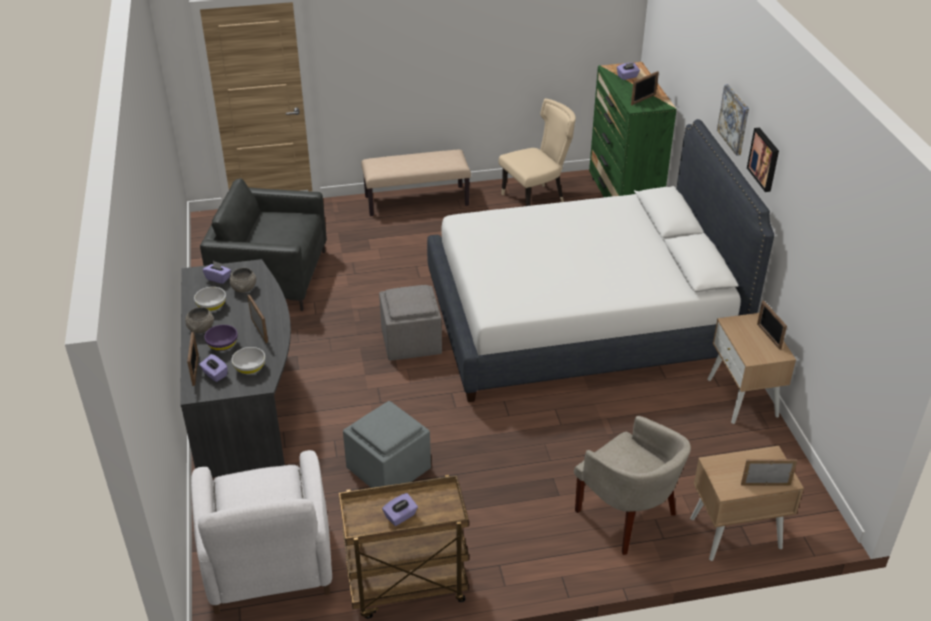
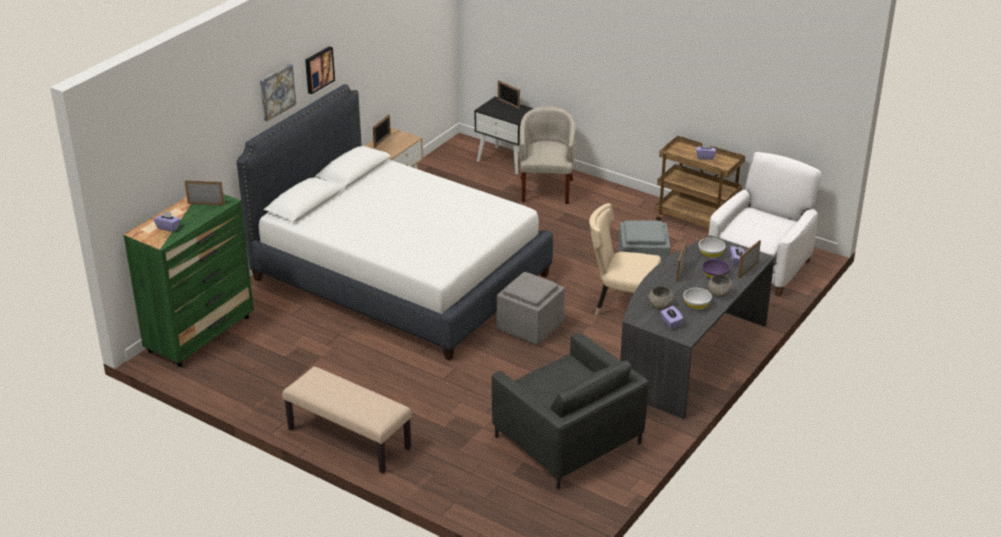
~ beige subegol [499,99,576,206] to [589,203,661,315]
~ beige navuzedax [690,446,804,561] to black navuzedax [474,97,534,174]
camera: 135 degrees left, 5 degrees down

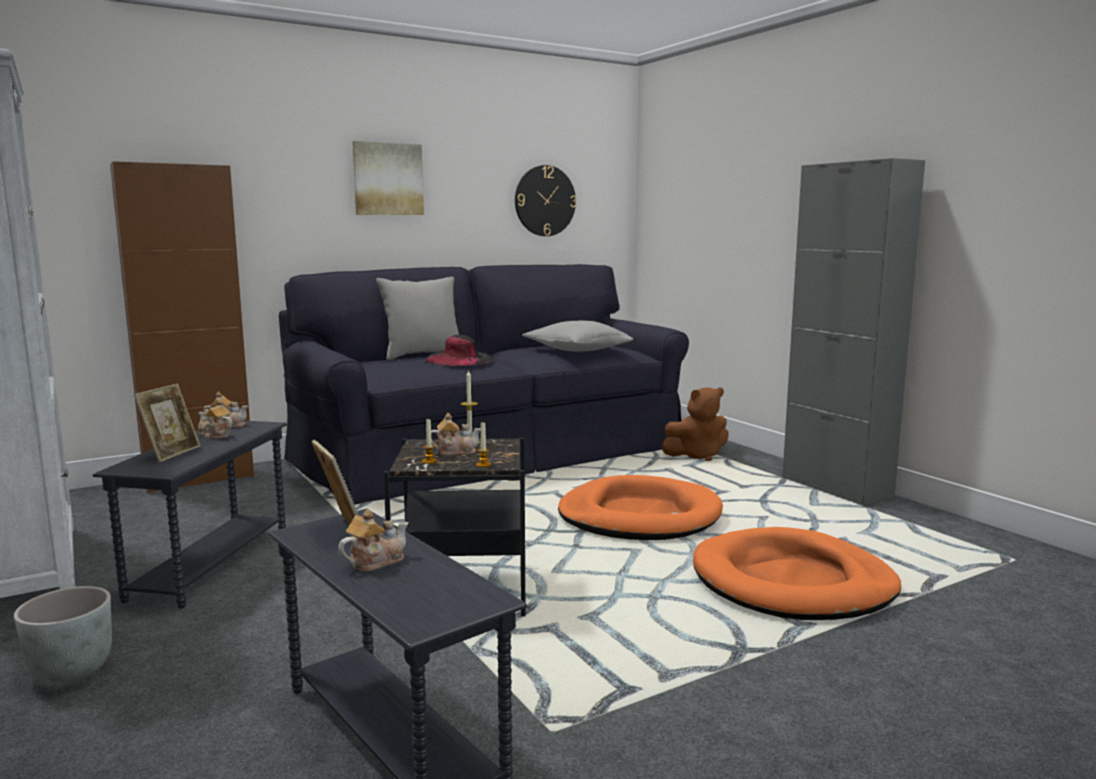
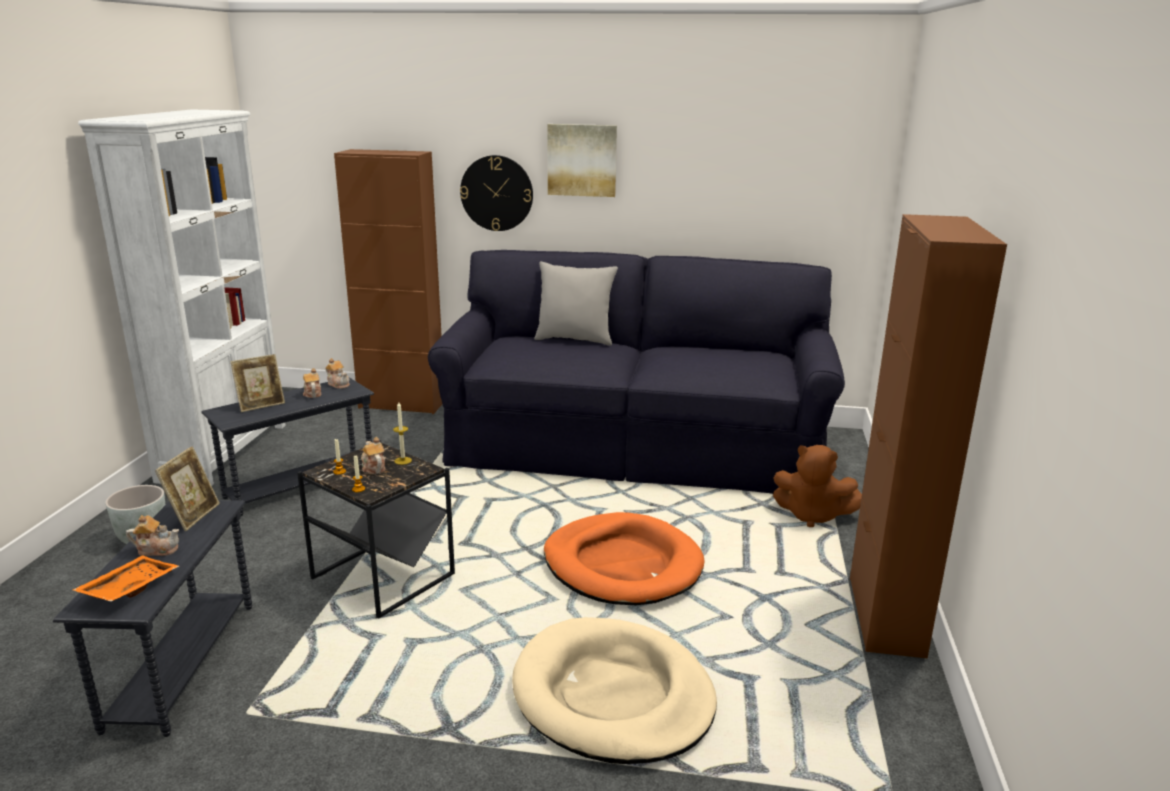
- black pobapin [426,335,494,366]
- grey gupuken [522,321,633,352]
+ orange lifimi [73,555,179,602]
~ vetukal [515,165,577,236] to [460,155,533,231]
~ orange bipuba [693,527,901,620] to beige bipuba [512,617,717,764]
~ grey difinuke [782,158,925,506] to brown difinuke [850,214,1007,658]
~ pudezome [431,413,481,456] = [361,437,386,474] 150 degrees counterclockwise
camera: 40 degrees right, 10 degrees up

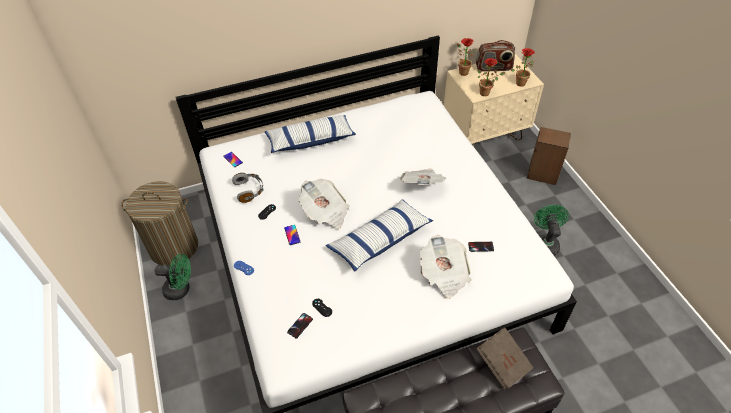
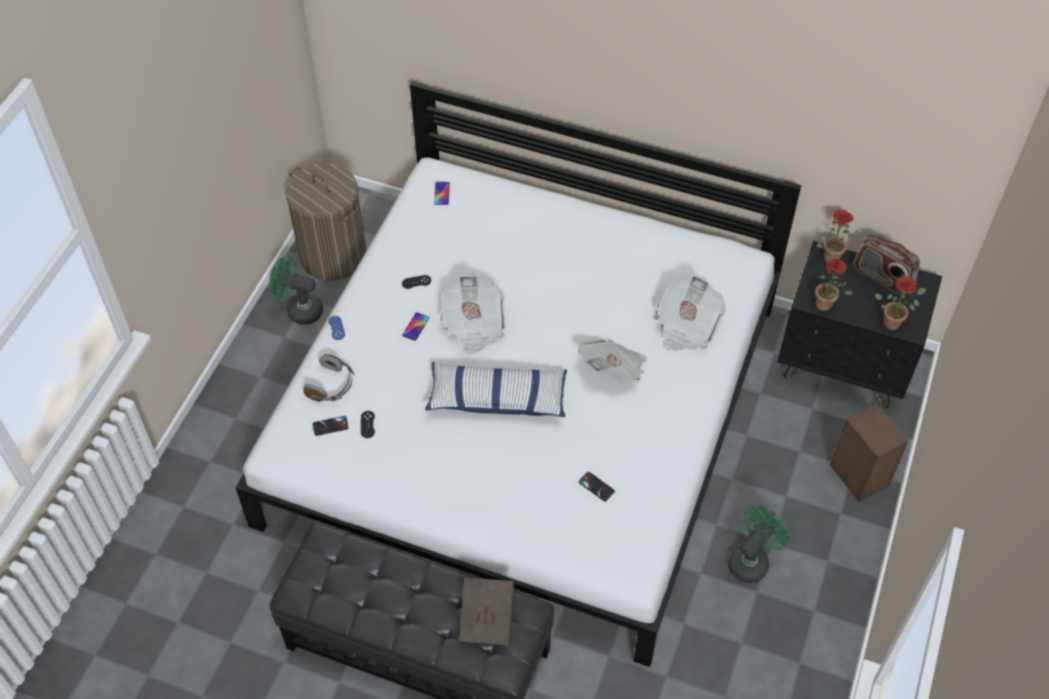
- gupuken [265,115,356,153]
~ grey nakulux [232,173,264,203] to [303,354,355,402]
~ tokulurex [420,235,472,299] to [657,275,725,351]
~ beige navuzedax [444,54,544,147] to black navuzedax [777,241,942,408]
~ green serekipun [155,254,191,300] = [269,256,323,325] 150 degrees clockwise
camera: 40 degrees right, 5 degrees up

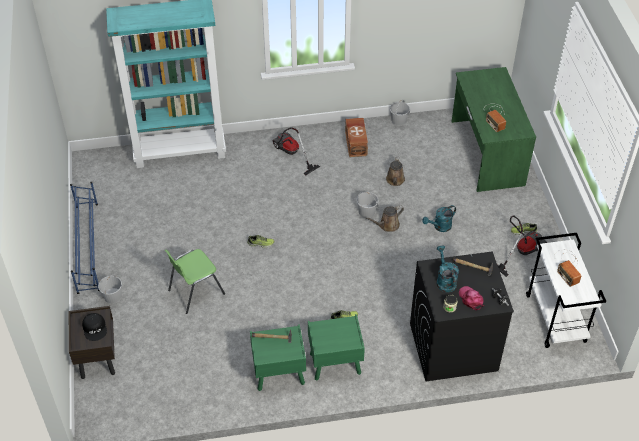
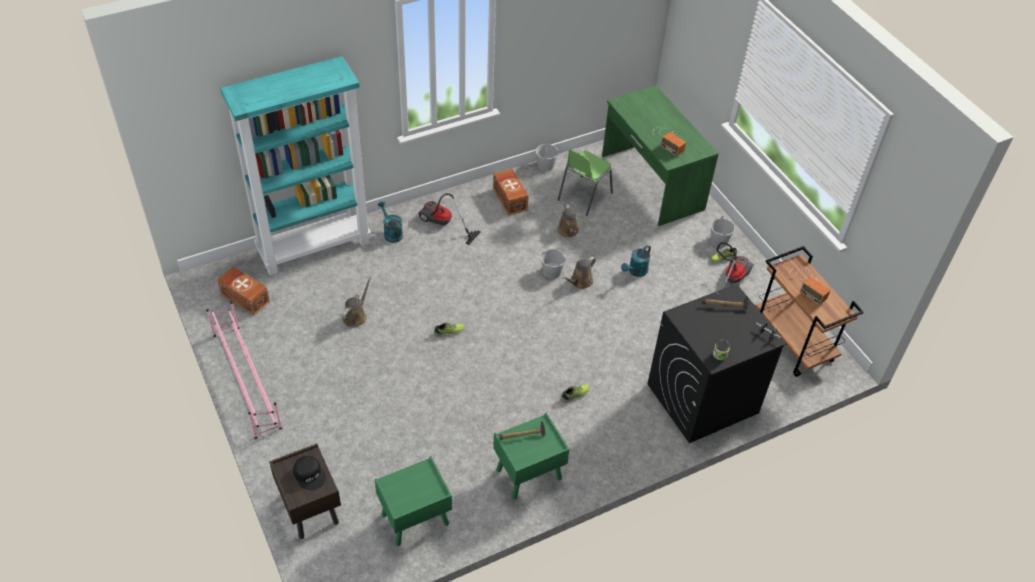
- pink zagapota [459,286,485,310]
+ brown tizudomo [217,266,270,316]
+ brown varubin [342,277,372,327]
~ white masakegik [98,275,122,304] to [710,216,735,247]
~ green subegol [165,249,225,314] to [558,149,613,216]
~ green navuzedax [308,314,365,381] to [374,456,452,546]
~ turquoise varubin [436,246,459,293] to [378,201,403,243]
~ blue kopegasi [70,181,99,294] to pink kopegasi [206,301,282,439]
~ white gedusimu [526,233,606,348] to brown gedusimu [755,246,864,377]
camera: 20 degrees left, 0 degrees up

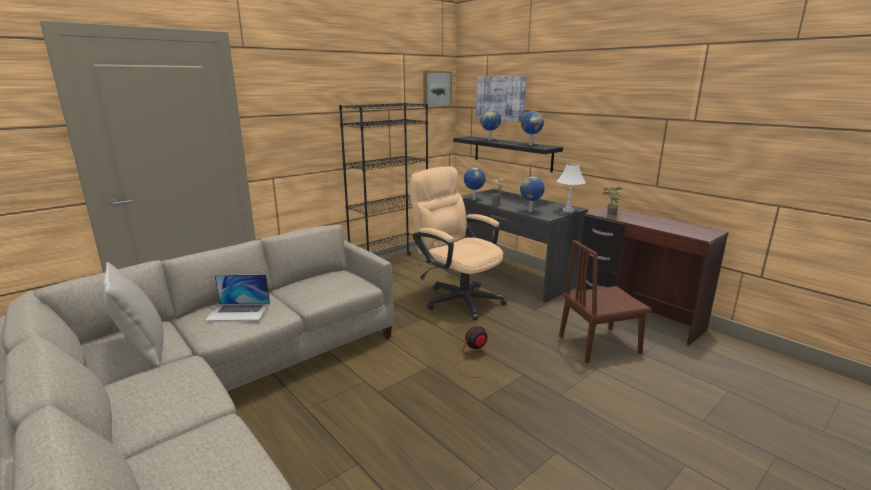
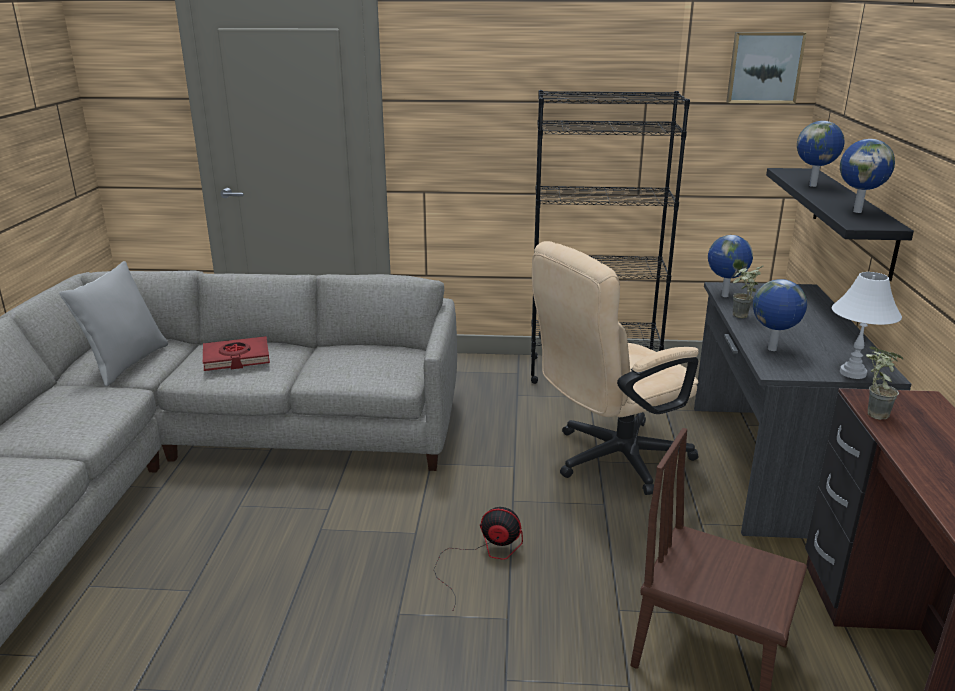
- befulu [476,76,527,122]
~ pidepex [205,275,270,321] to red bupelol [203,336,270,371]
~ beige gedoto [410,166,507,320] = [532,241,699,495] 120 degrees counterclockwise
camera: 45 degrees right, 5 degrees up

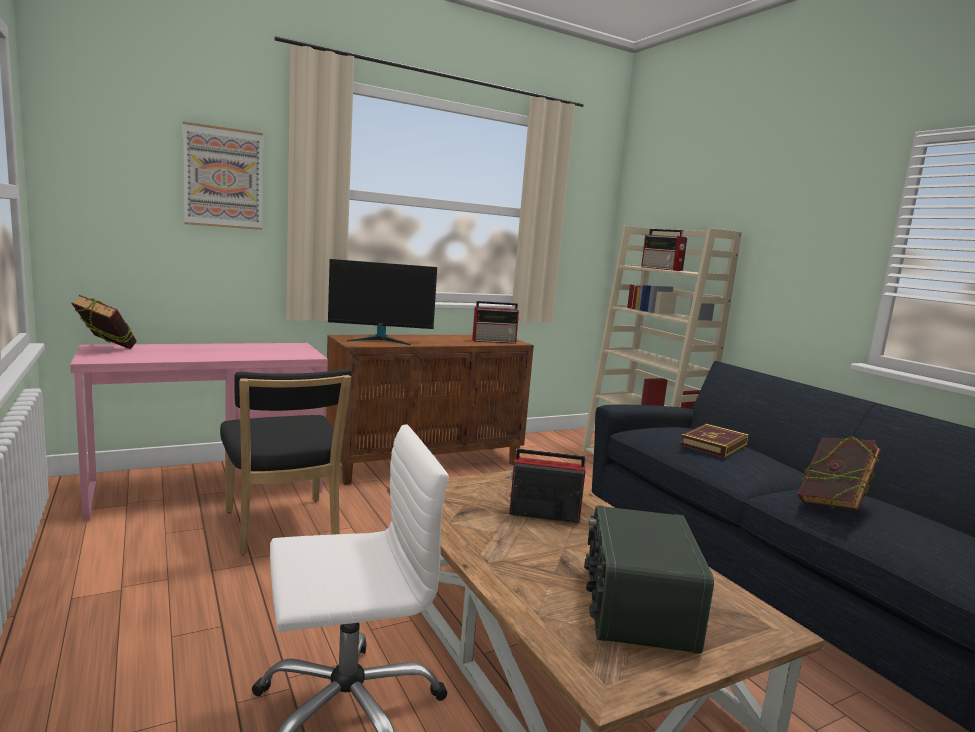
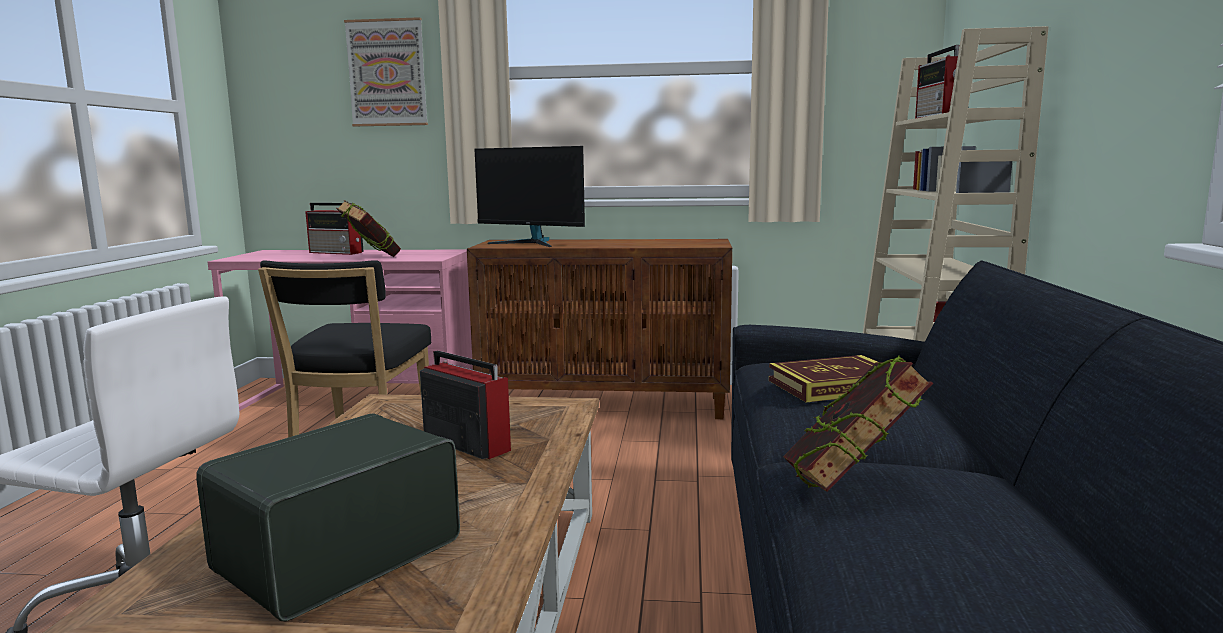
~ bupelol [71,295,137,349] to [336,200,401,257]
~ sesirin [472,301,519,344] to [305,203,364,255]
camera: 35 degrees right, 0 degrees up

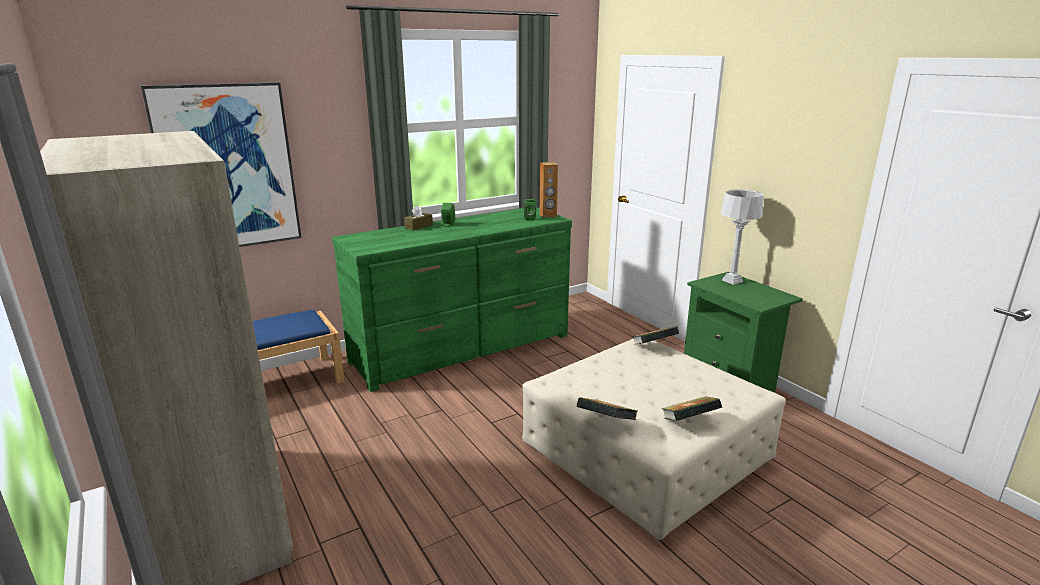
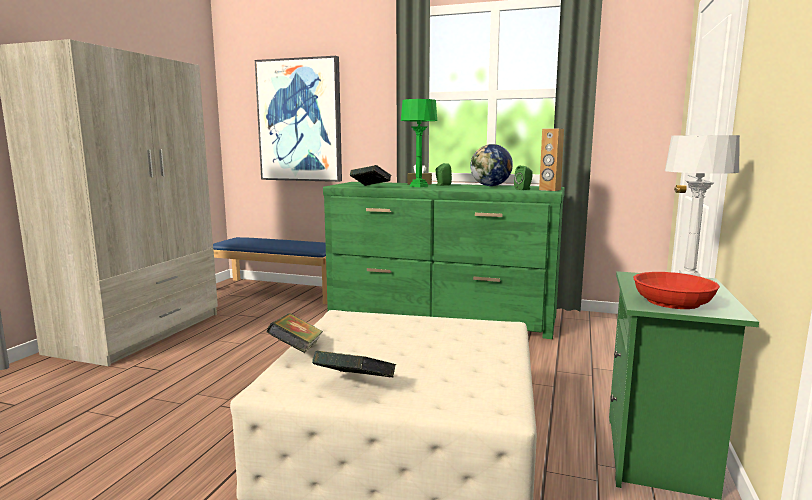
+ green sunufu [401,99,437,187]
+ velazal [470,144,513,186]
+ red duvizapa [633,272,720,309]
~ bupelol [632,327,679,345] to [350,165,392,186]
camera: 50 degrees right, 10 degrees down

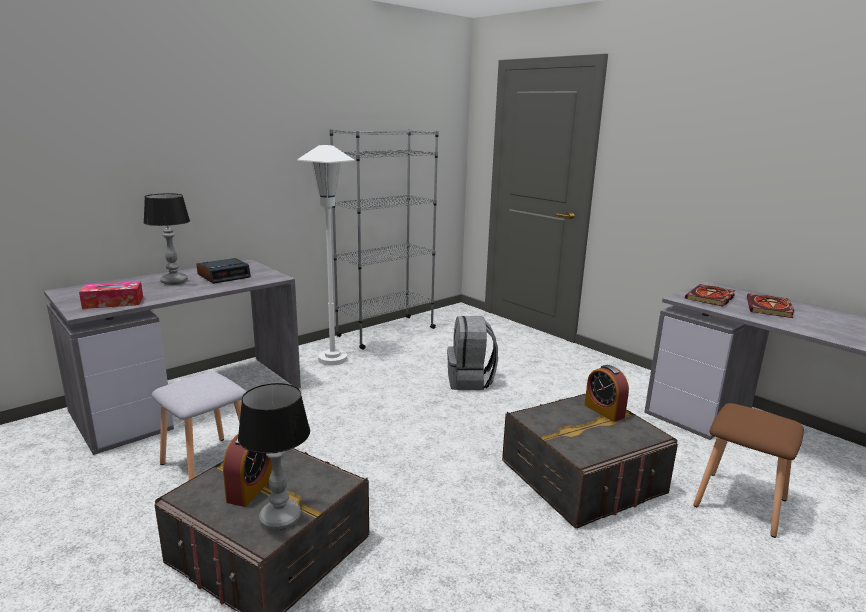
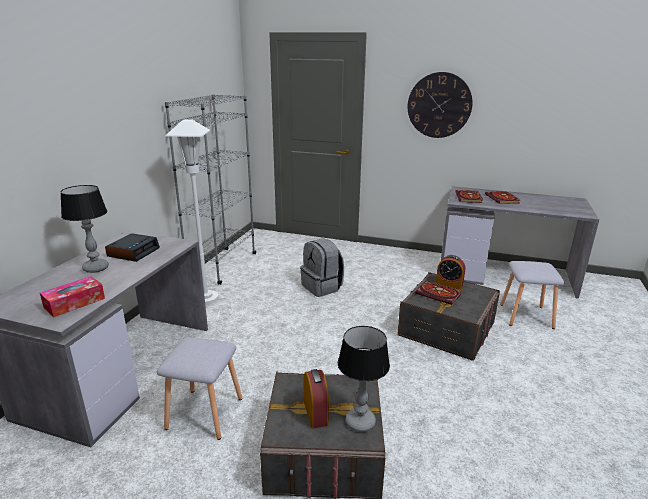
+ vetukal [408,72,473,138]
+ bupelol [415,281,461,305]
~ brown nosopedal [694,403,804,538] to grey nosopedal [500,261,564,329]
camera: 30 degrees left, 5 degrees up

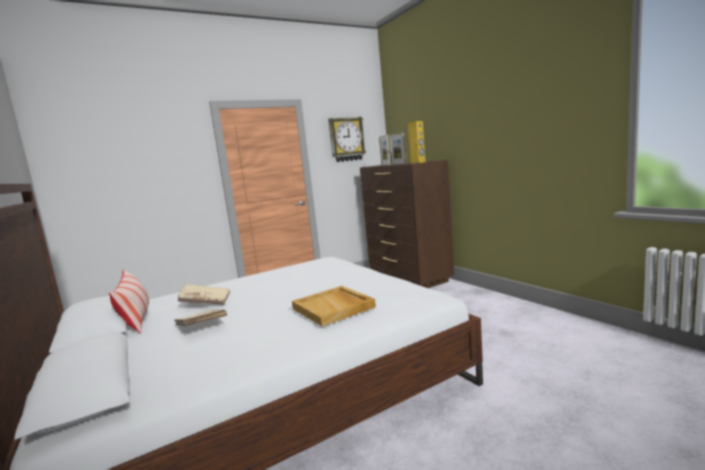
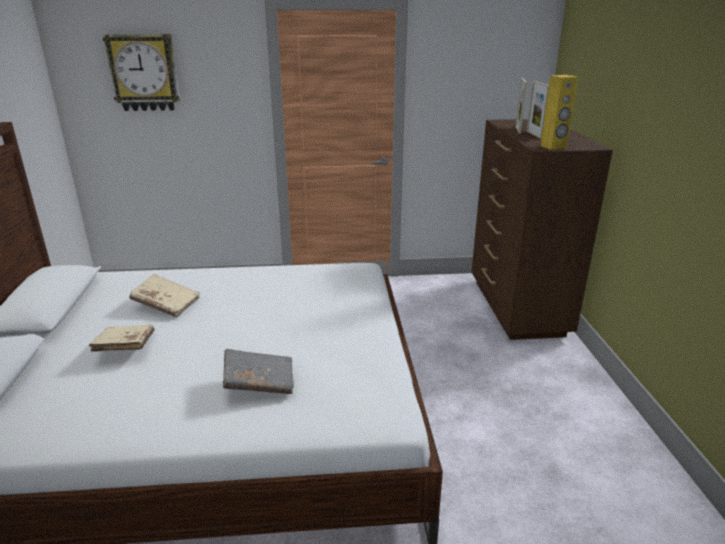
- gupuken [109,269,149,334]
~ vetukal [328,117,366,162] to [103,34,180,111]
~ beige lifimi [292,286,376,327] to grey bupelol [223,349,294,394]
camera: 25 degrees right, 15 degrees up

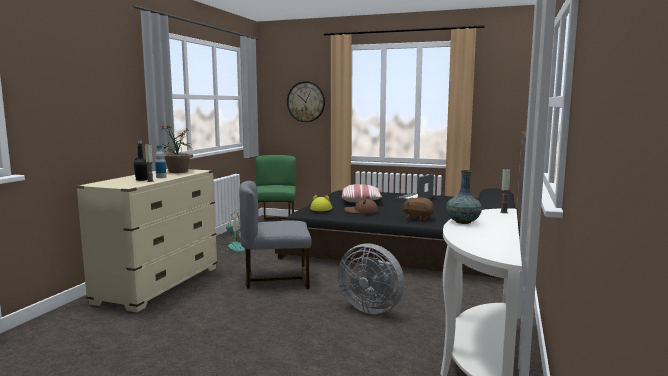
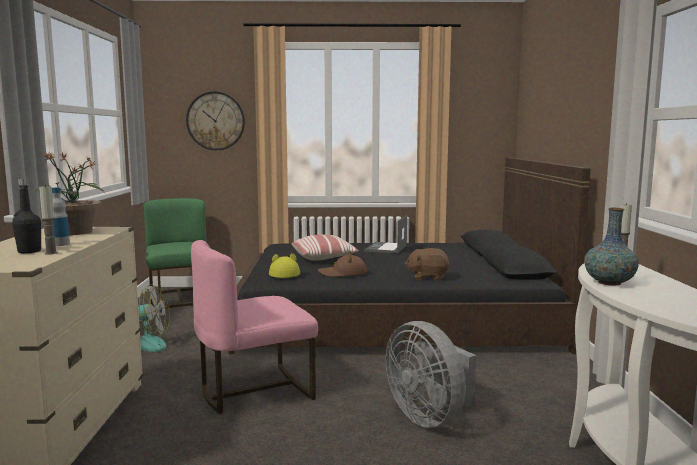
~ grey subegol [239,181,312,289] to pink subegol [191,240,318,414]
~ grey serekipun [338,243,404,314] = [386,321,476,428] 45 degrees clockwise
camera: 20 degrees left, 0 degrees up

